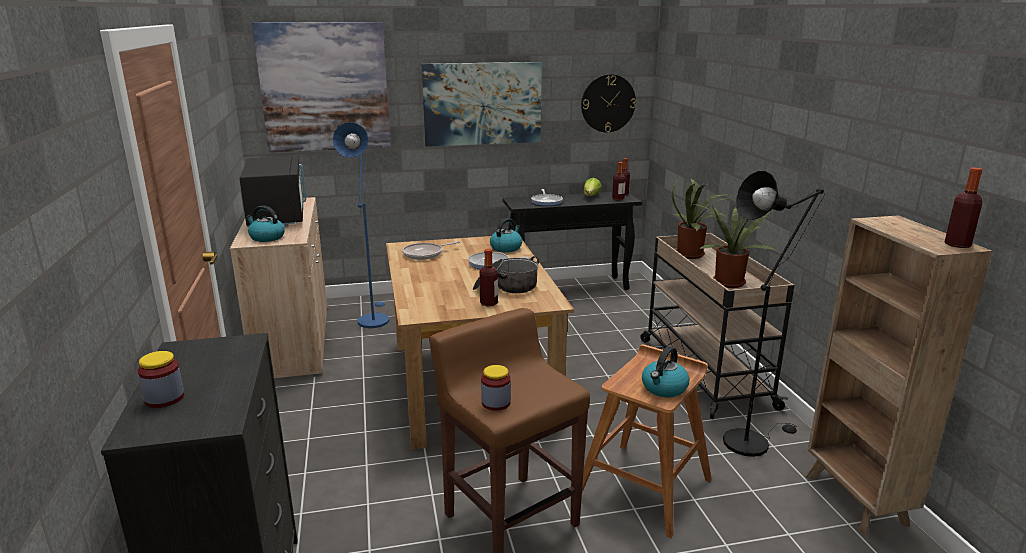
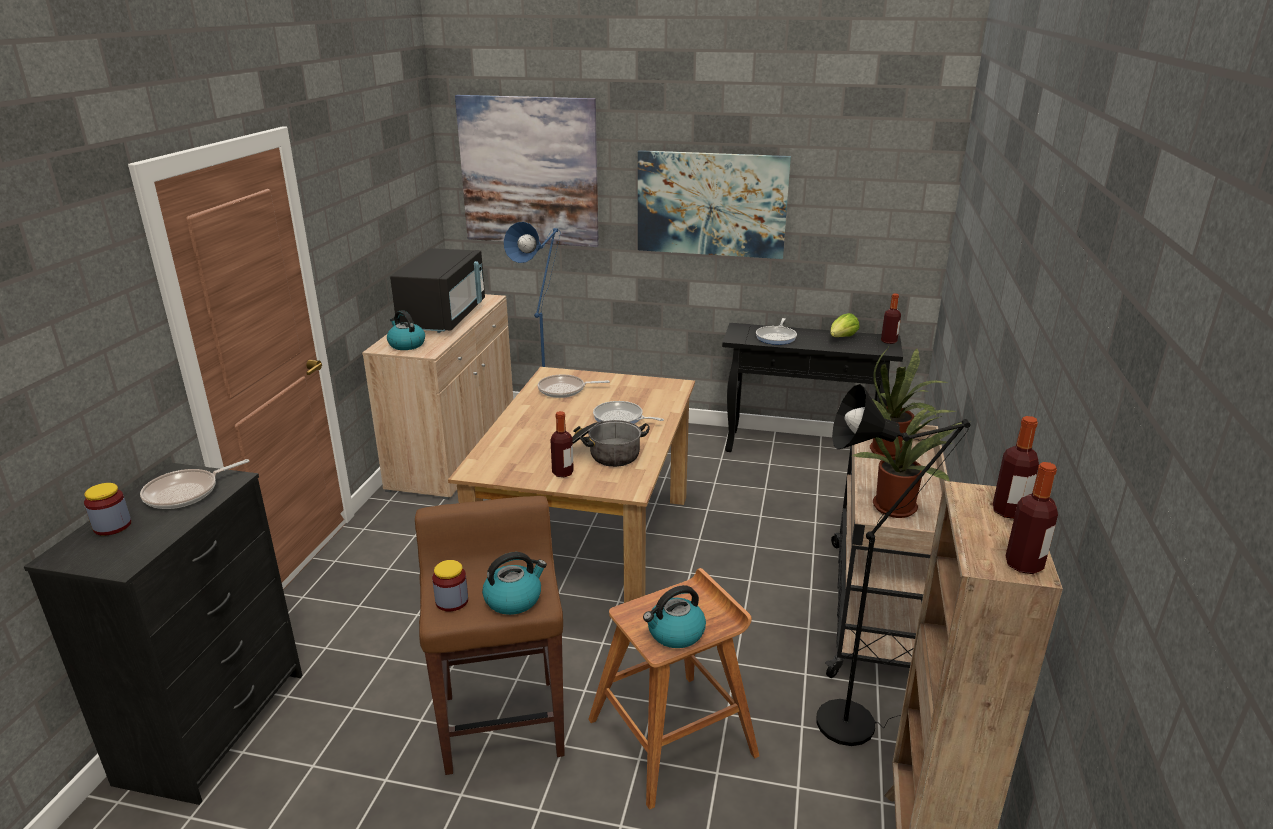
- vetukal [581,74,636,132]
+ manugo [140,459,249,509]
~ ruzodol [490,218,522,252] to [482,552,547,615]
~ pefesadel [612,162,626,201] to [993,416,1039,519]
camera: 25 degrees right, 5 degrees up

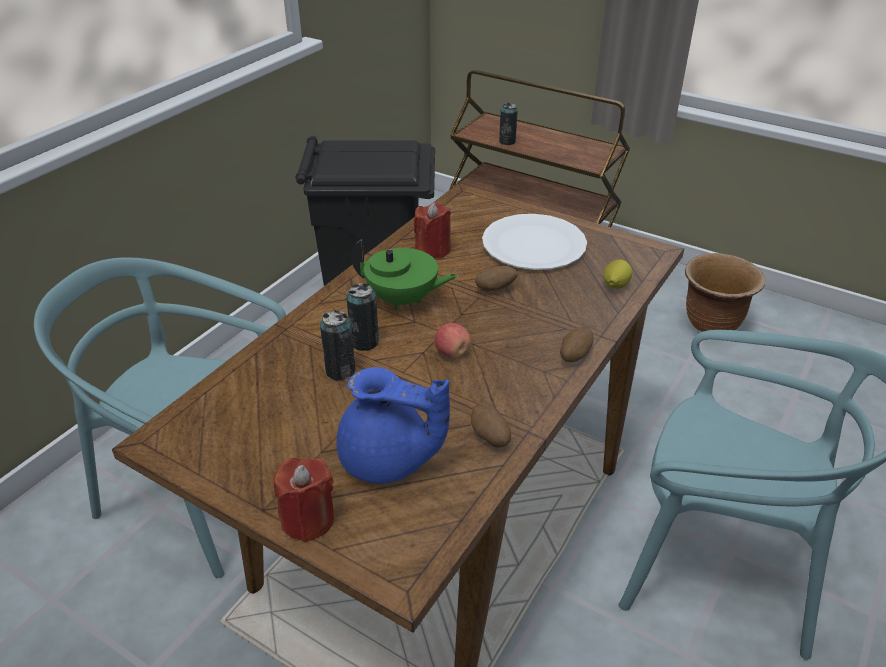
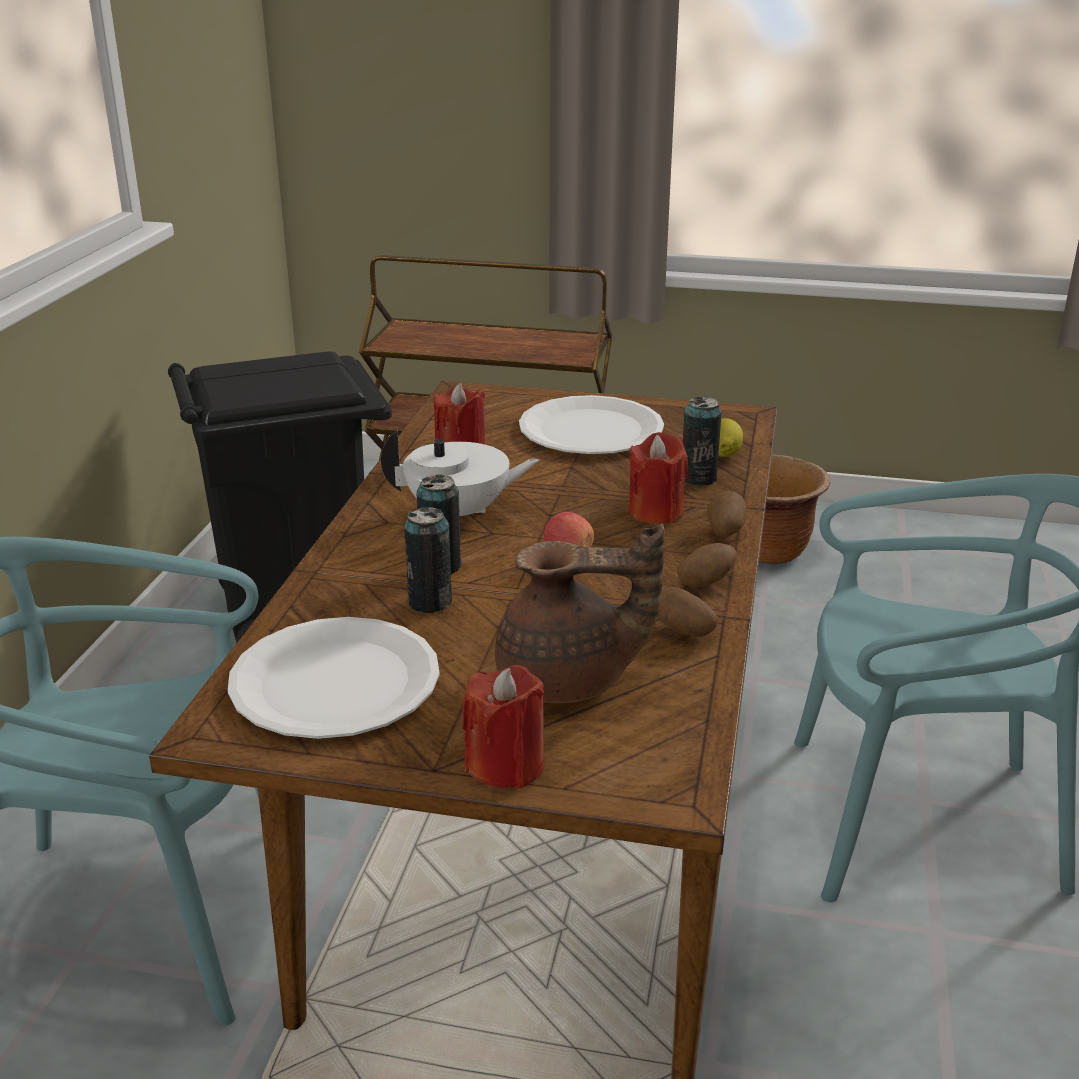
+ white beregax [228,617,440,739]
+ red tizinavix [629,432,688,524]
~ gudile [475,266,518,291] to [677,543,737,588]
~ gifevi [499,103,518,145] to [683,396,722,486]
~ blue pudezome [337,367,450,483] to brown pudezome [495,524,665,703]
~ green pudezome [351,238,458,311] to white pudezome [381,429,539,516]
camera: 20 degrees left, 10 degrees down

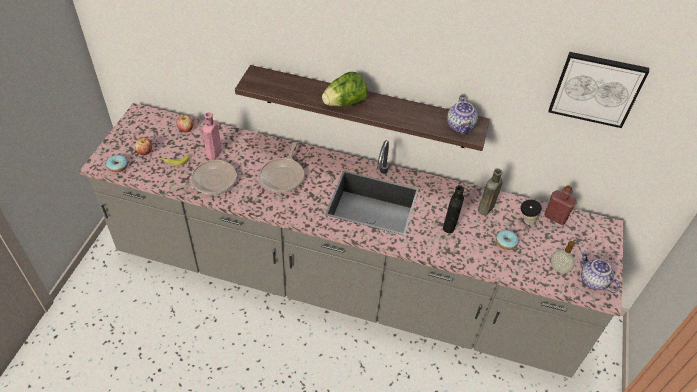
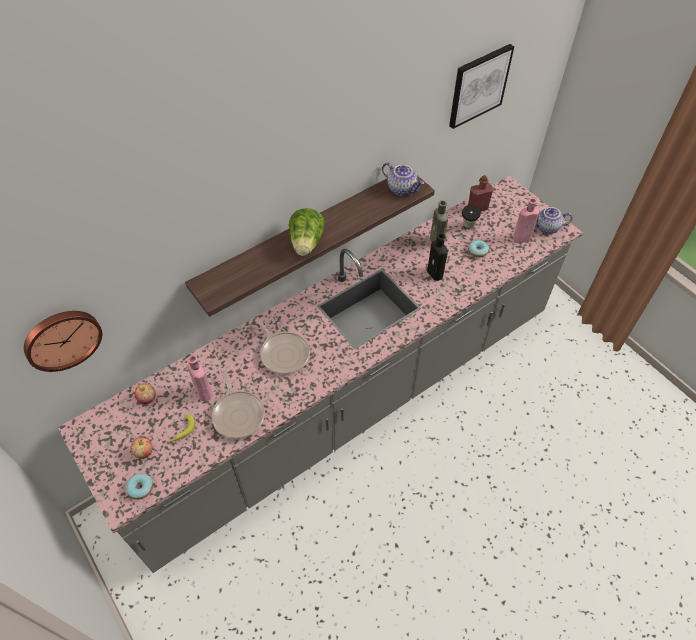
+ vetukal [24,311,102,372]
~ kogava [551,240,575,274] to pink pefesadel [513,198,539,243]
~ manugo [169,160,237,195] = [212,370,265,439] 150 degrees clockwise
camera: 50 degrees left, 5 degrees up

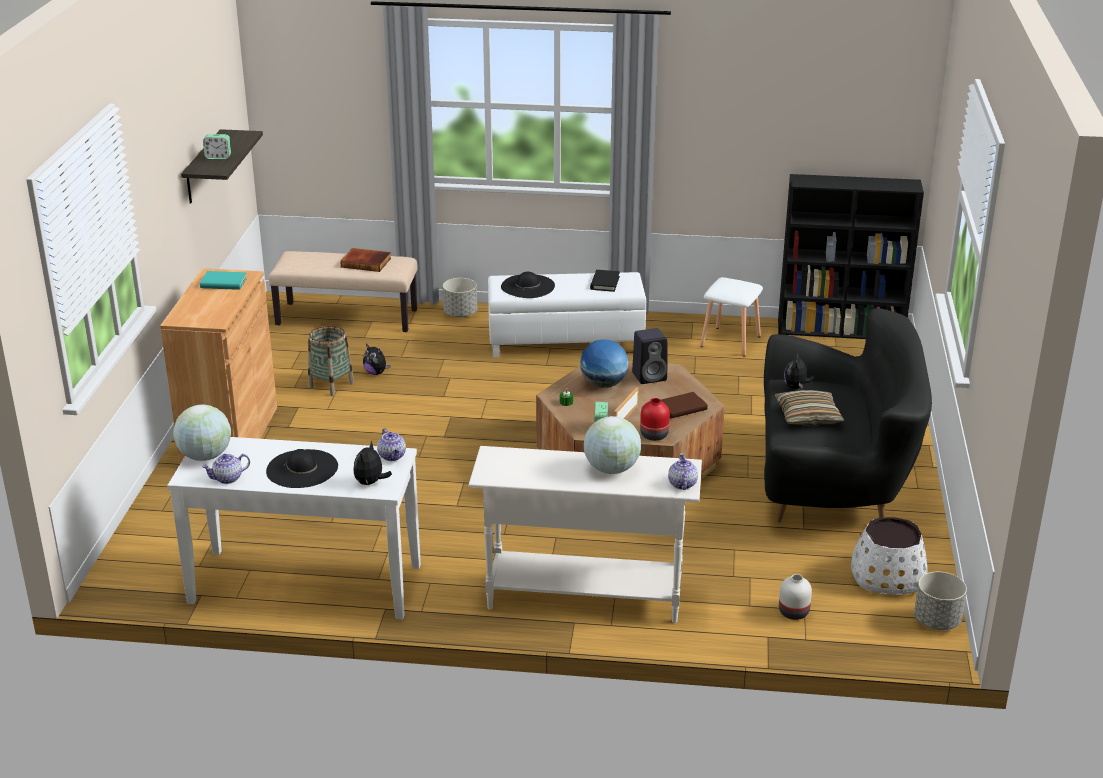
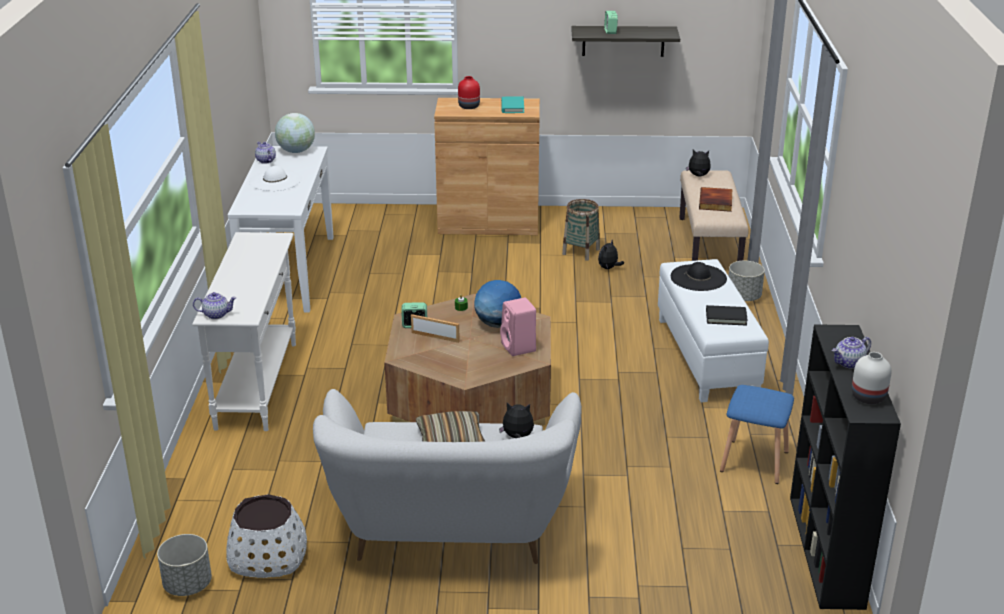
- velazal [584,416,641,474]
- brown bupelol [661,392,708,418]
~ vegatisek [354,441,392,485] to [686,149,711,177]
~ pudezome [377,428,406,461] to [832,337,871,369]
~ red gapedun [640,398,670,441] to [458,76,480,109]
~ white gapedun [779,574,812,620] to [852,352,892,404]
~ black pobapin [266,449,338,488] to white pobapin [249,166,302,191]
~ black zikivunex [632,328,667,384] to pink zikivunex [500,298,536,356]
~ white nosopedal [700,277,763,357] to blue nosopedal [720,385,794,484]
~ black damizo [764,308,932,522] to white damizo [313,389,582,564]
camera: 85 degrees right, 0 degrees up

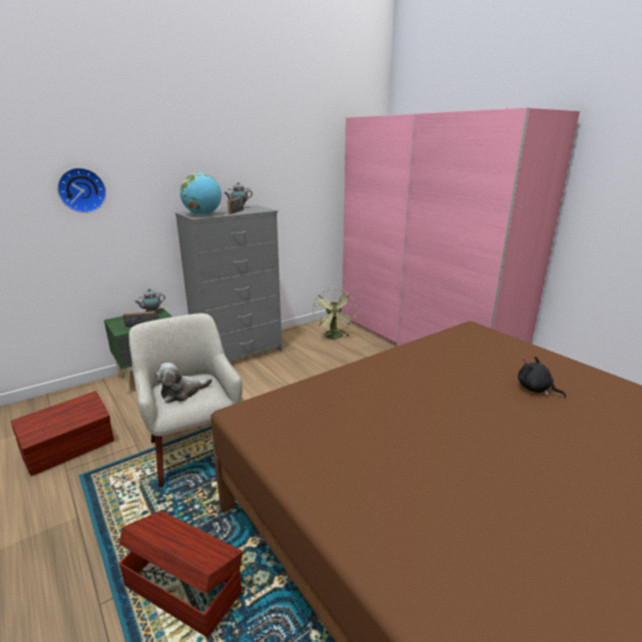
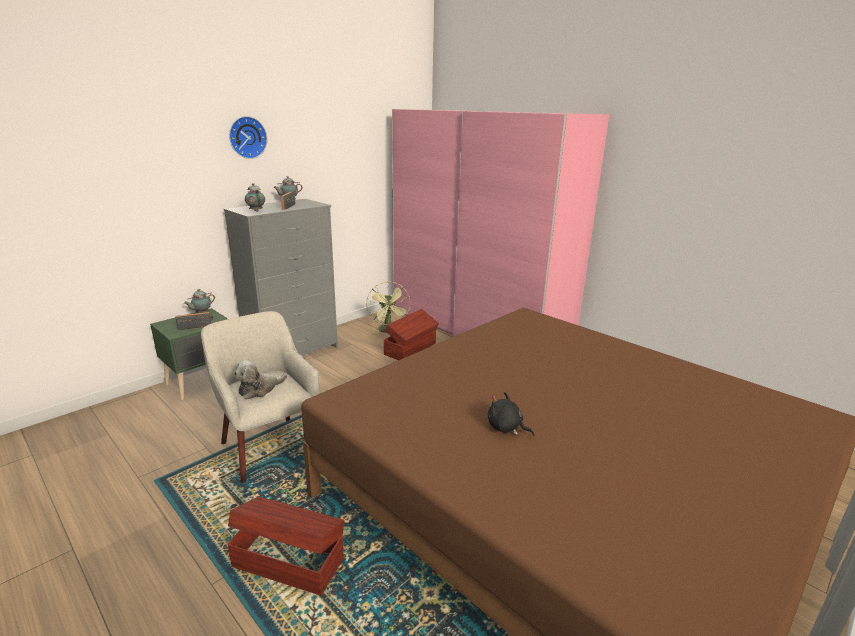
~ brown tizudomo [11,391,114,476] to [384,309,439,360]
~ vetukal [57,168,106,213] to [229,116,267,159]
~ black vegatisek [518,356,566,397] to [487,392,535,436]
~ velazal [180,173,222,215] to pudezome [245,183,265,212]
camera: 10 degrees left, 0 degrees up

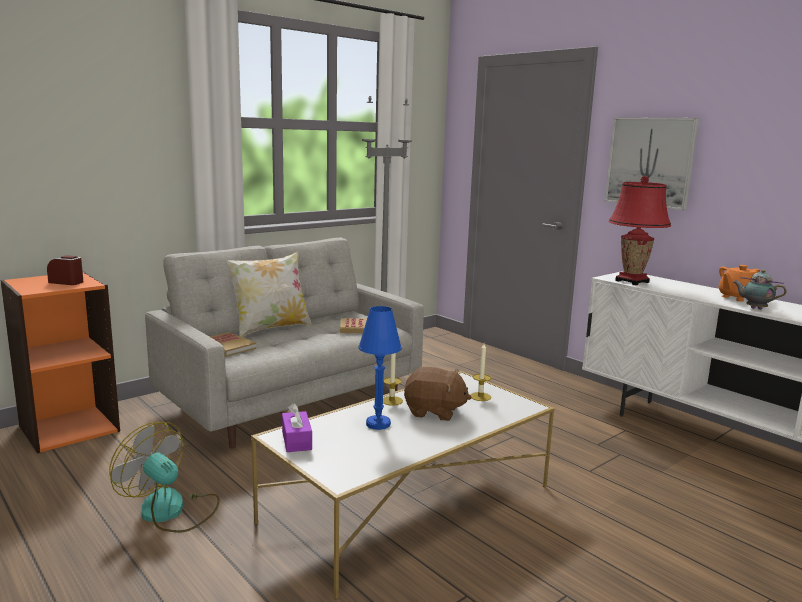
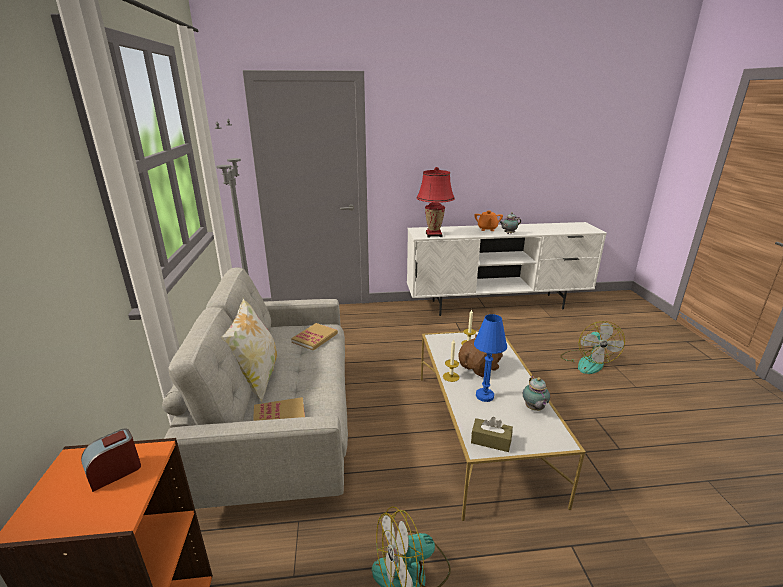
- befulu [605,117,699,210]
+ pudezome [523,376,550,411]
+ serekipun [560,321,625,374]
~ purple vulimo [282,403,312,452] to brown vulimo [471,417,513,452]
camera: 55 degrees left, 10 degrees up

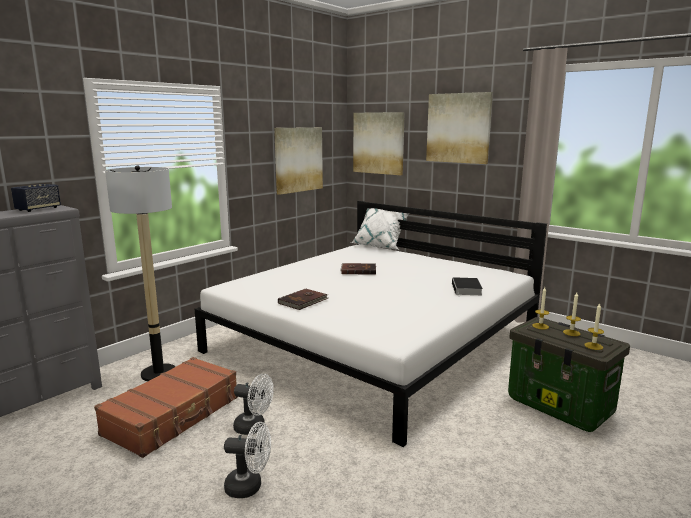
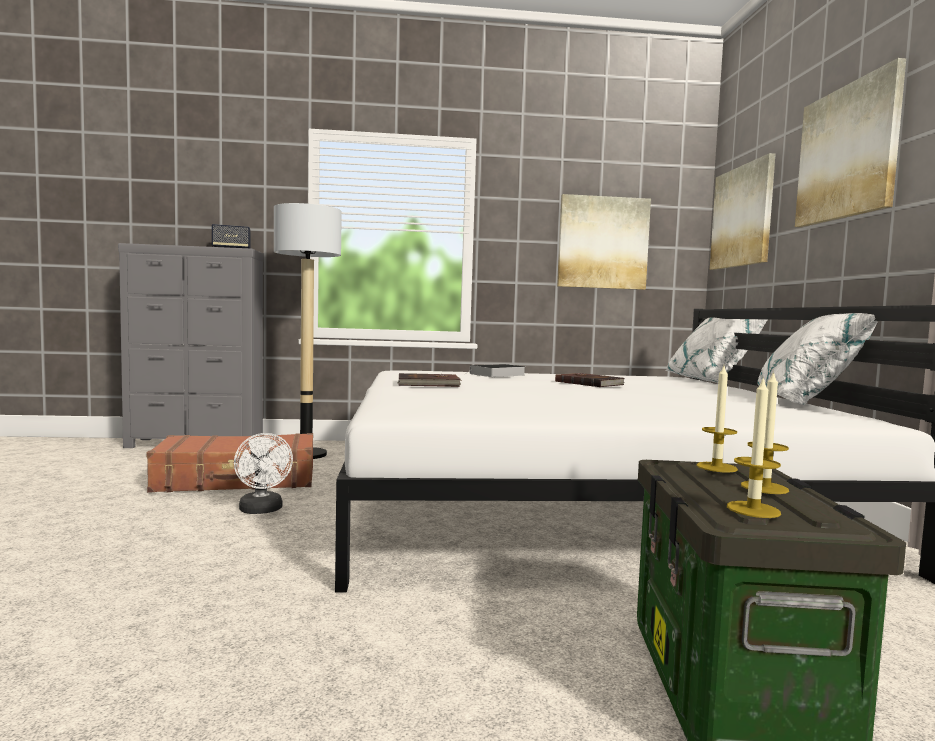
- white serekipun [224,422,271,498]
+ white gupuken [757,313,878,405]
~ bupelol [452,277,483,295] to [465,364,525,377]
camera: 45 degrees right, 10 degrees down

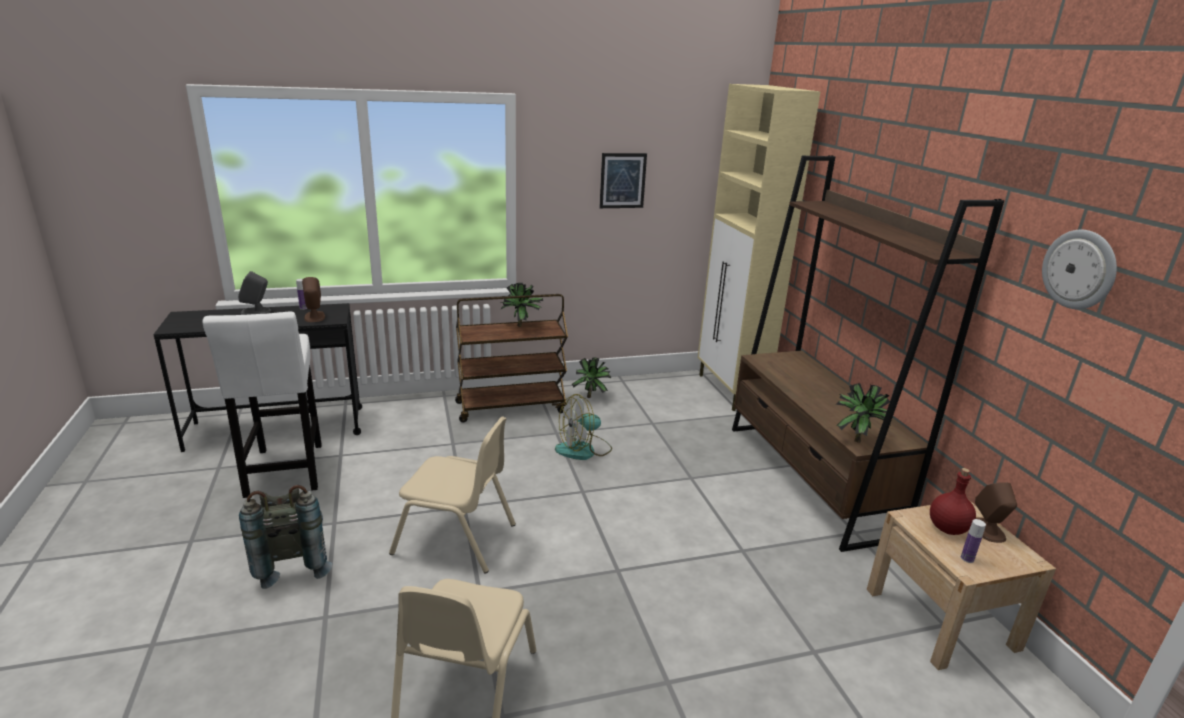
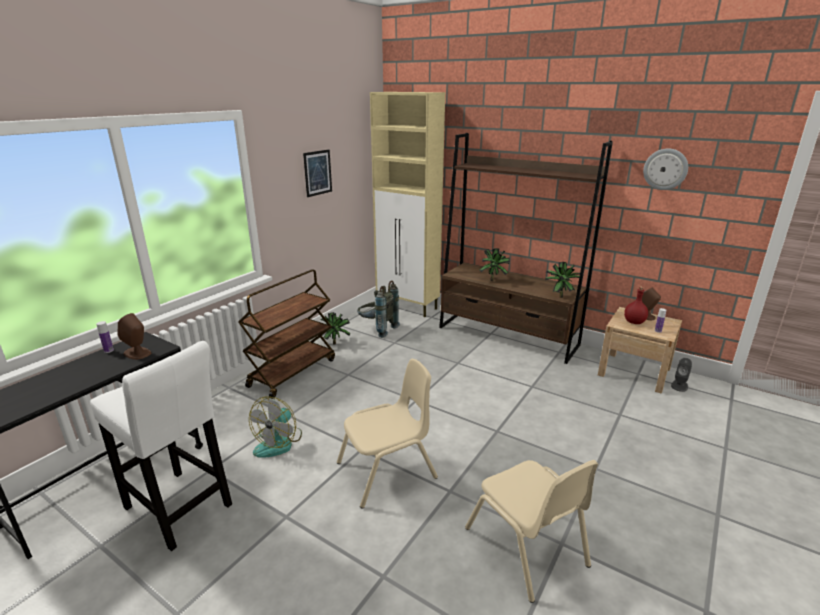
~ grey zikivunex [238,271,271,315] to [671,358,692,392]
~ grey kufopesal [239,485,332,589] to [357,281,400,338]
~ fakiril [500,283,543,327] to [480,248,510,281]
~ serekipun [555,394,612,460] to [249,397,302,458]
camera: 40 degrees left, 0 degrees up

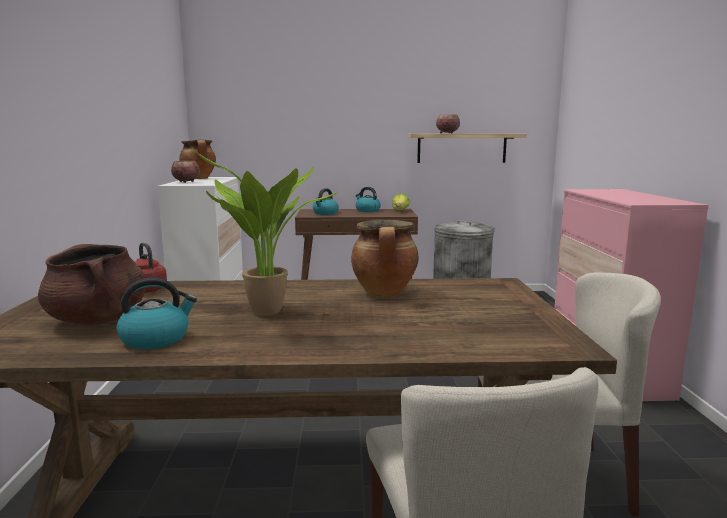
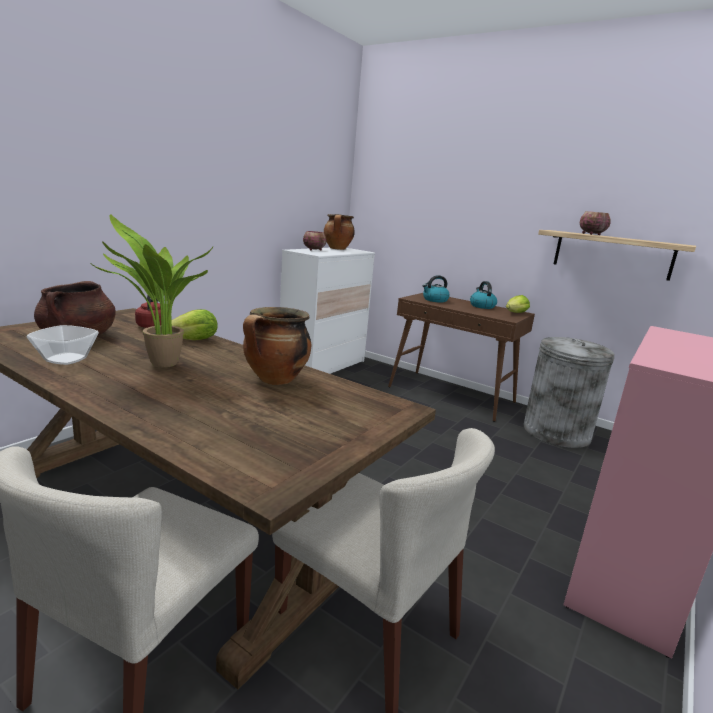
+ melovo [171,309,218,340]
~ ruzodol [117,277,197,349] to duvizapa [27,325,99,365]
camera: 35 degrees right, 5 degrees up

